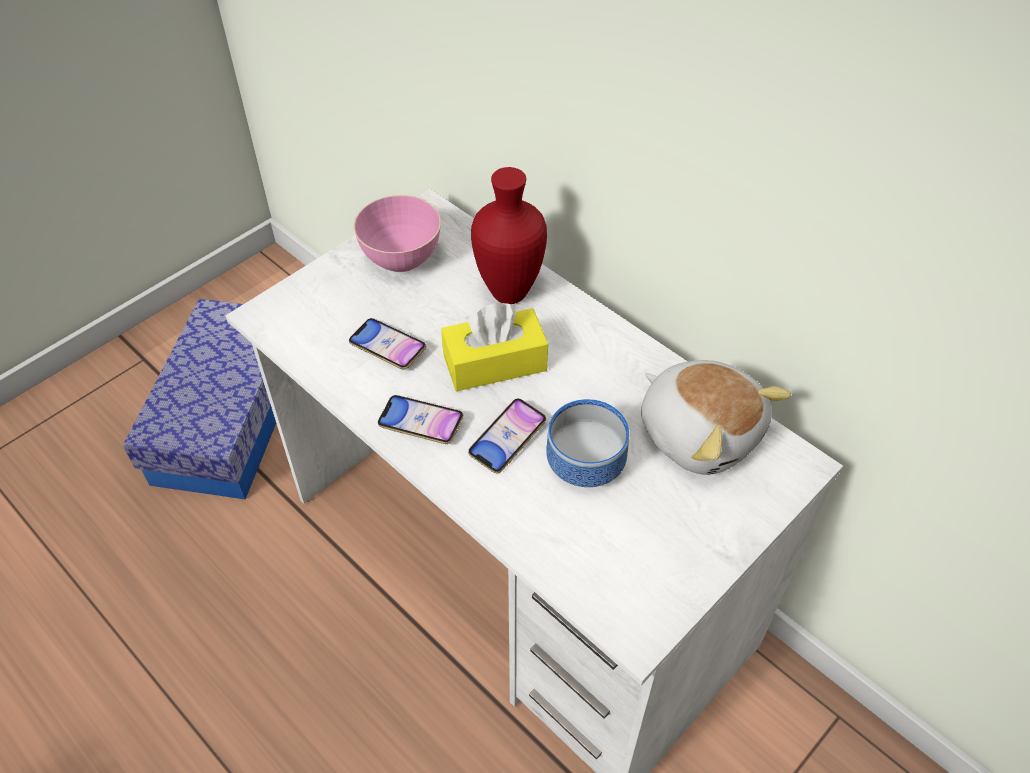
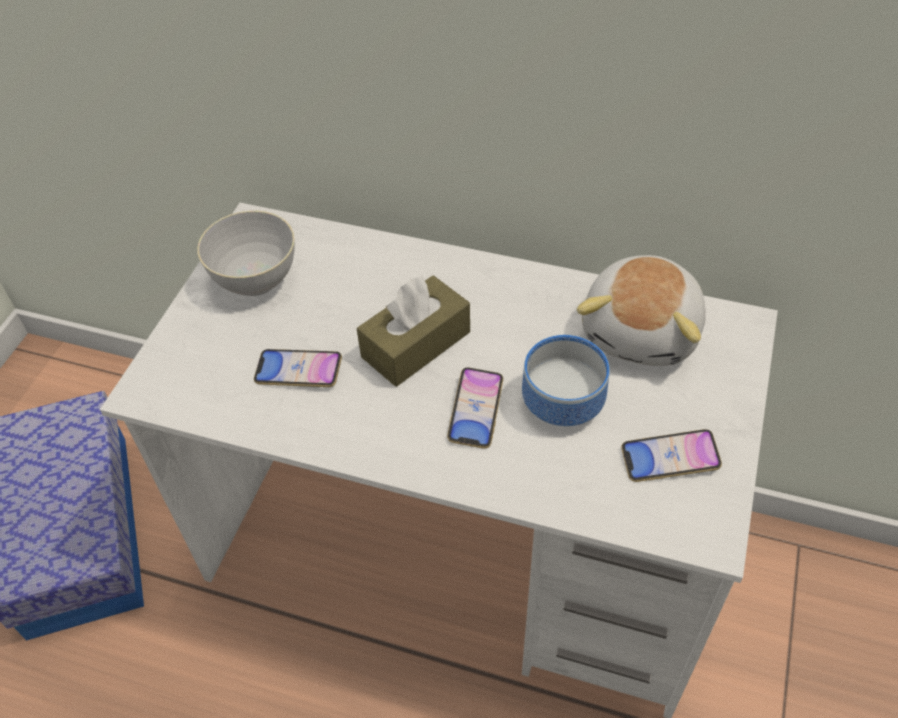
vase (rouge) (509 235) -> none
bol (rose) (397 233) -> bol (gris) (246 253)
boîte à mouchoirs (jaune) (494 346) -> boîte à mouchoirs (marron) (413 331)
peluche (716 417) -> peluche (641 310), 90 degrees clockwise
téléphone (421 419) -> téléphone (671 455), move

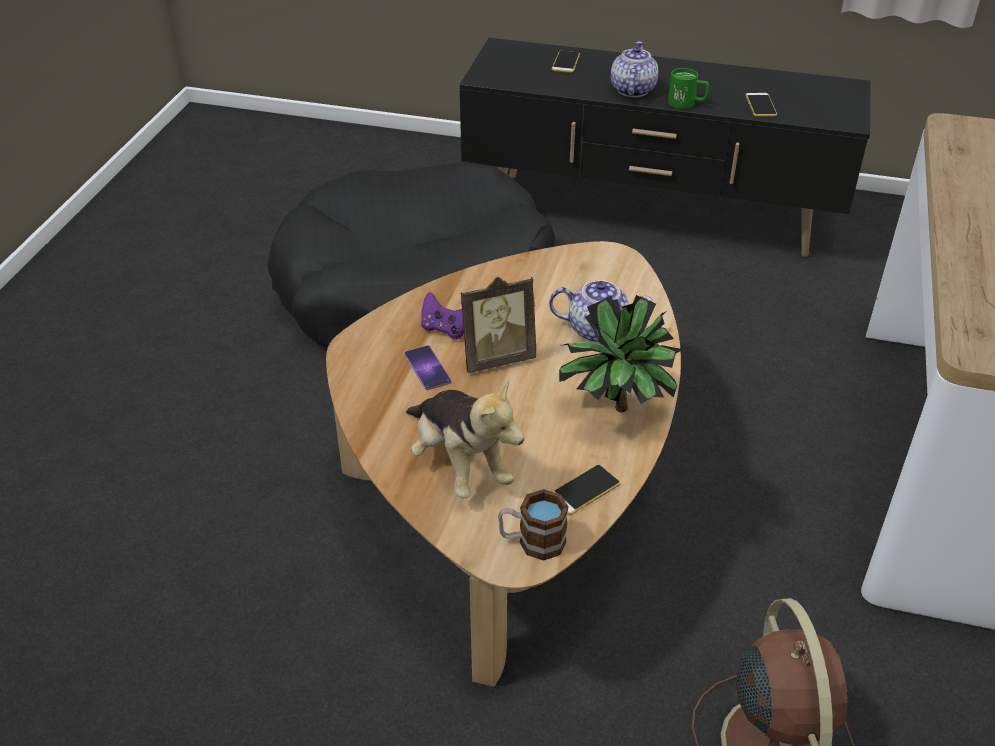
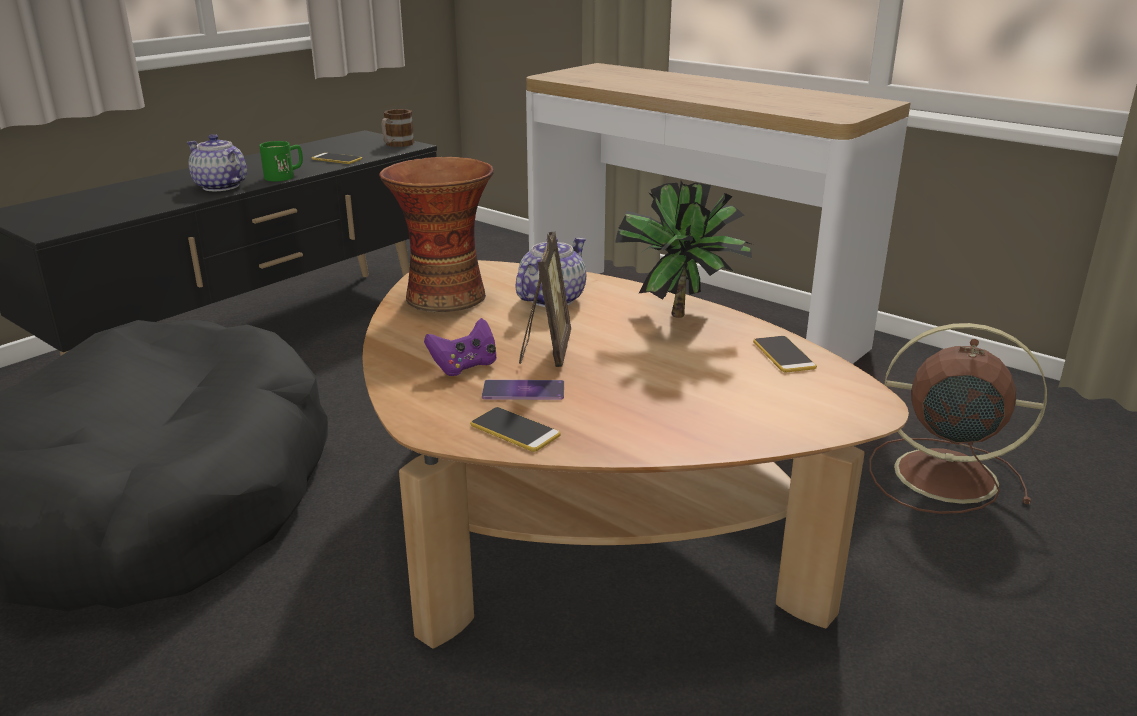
téléphone (566 62) -> téléphone (515 429), move
peluche (465 439) -> none
mug (533 525) -> mug (397 128), move
none -> vase (436 234)

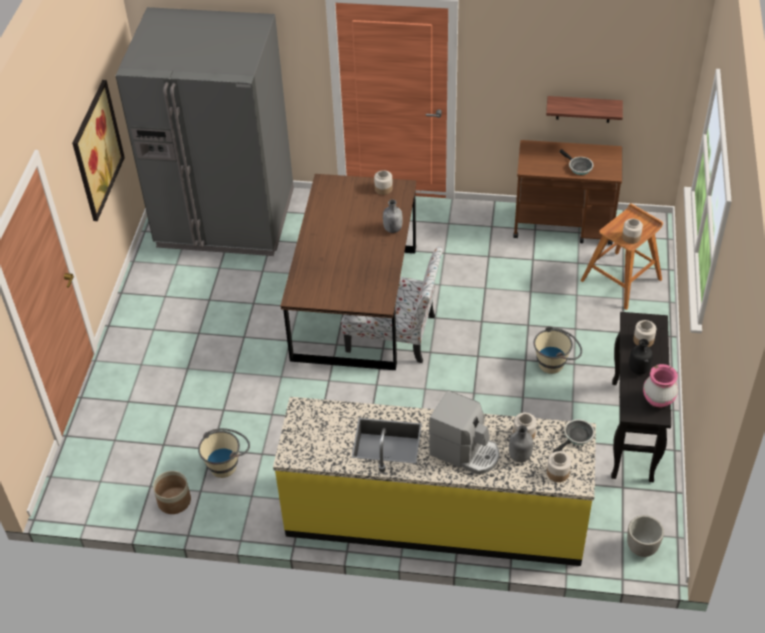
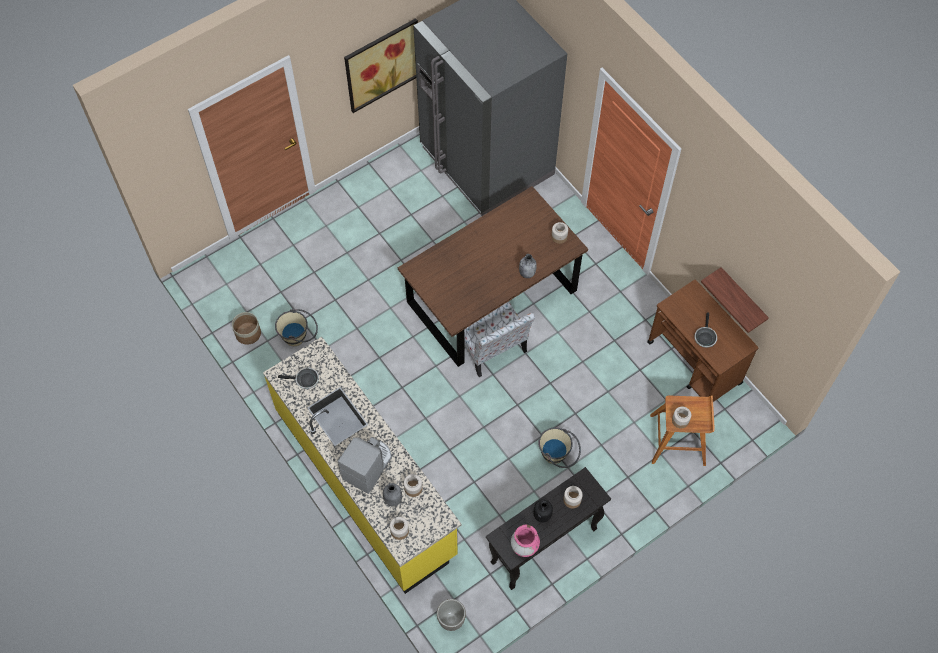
machine à café (464 432) -> machine à café (365 465), 135 degrees counterclockwise
poêle (574 435) -> poêle (298 378), move

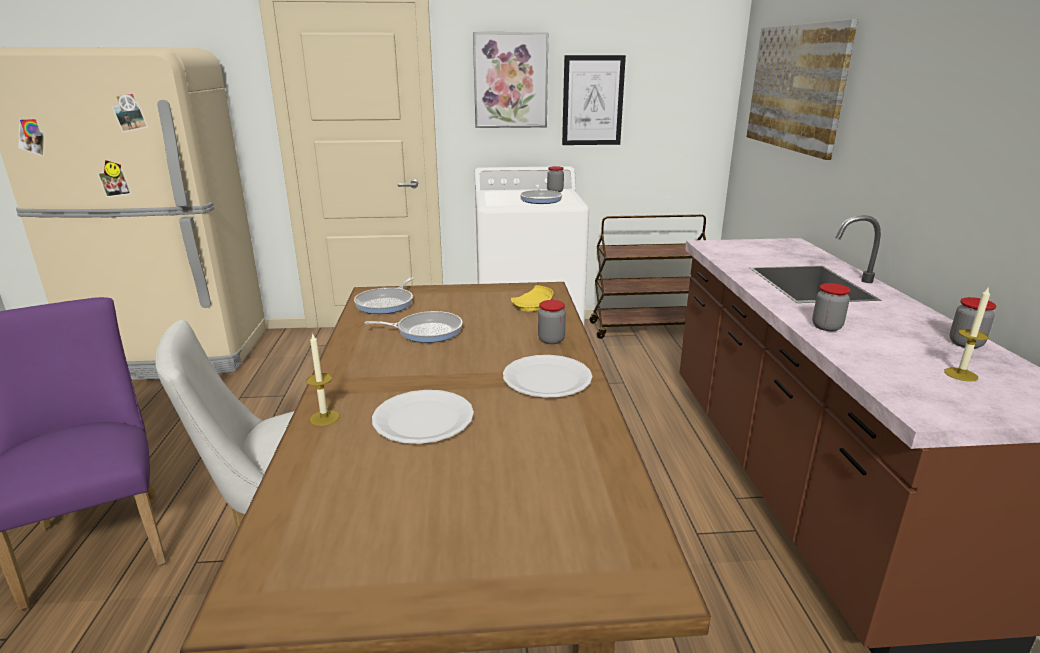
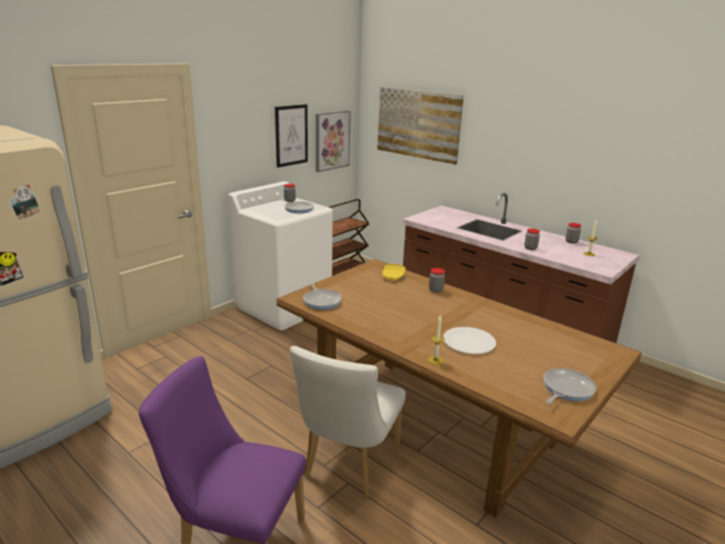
tableau (510 80) -> tableau (333 141), move
poêle (414 327) -> poêle (569 386), move
assiette (blanc) (547 376) -> none

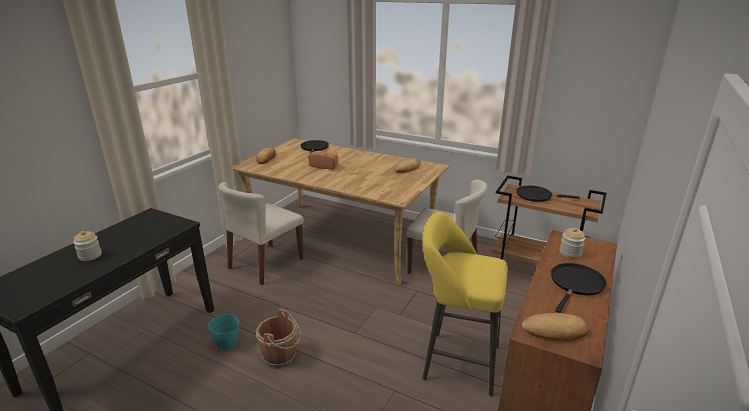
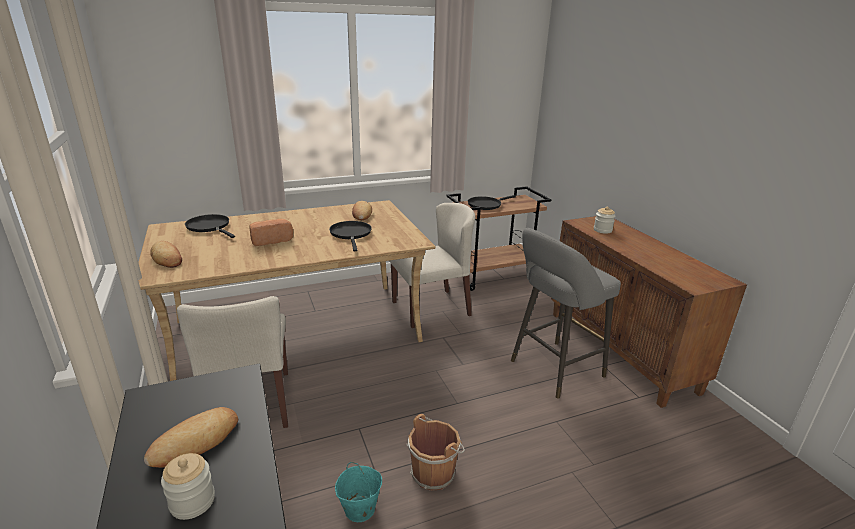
tabouret (jaune) (465 304) -> tabouret (gris) (566 313)
poêle (noir) (579 288) -> poêle (noir) (350 236), move
pain (556 327) -> pain (191 437), move

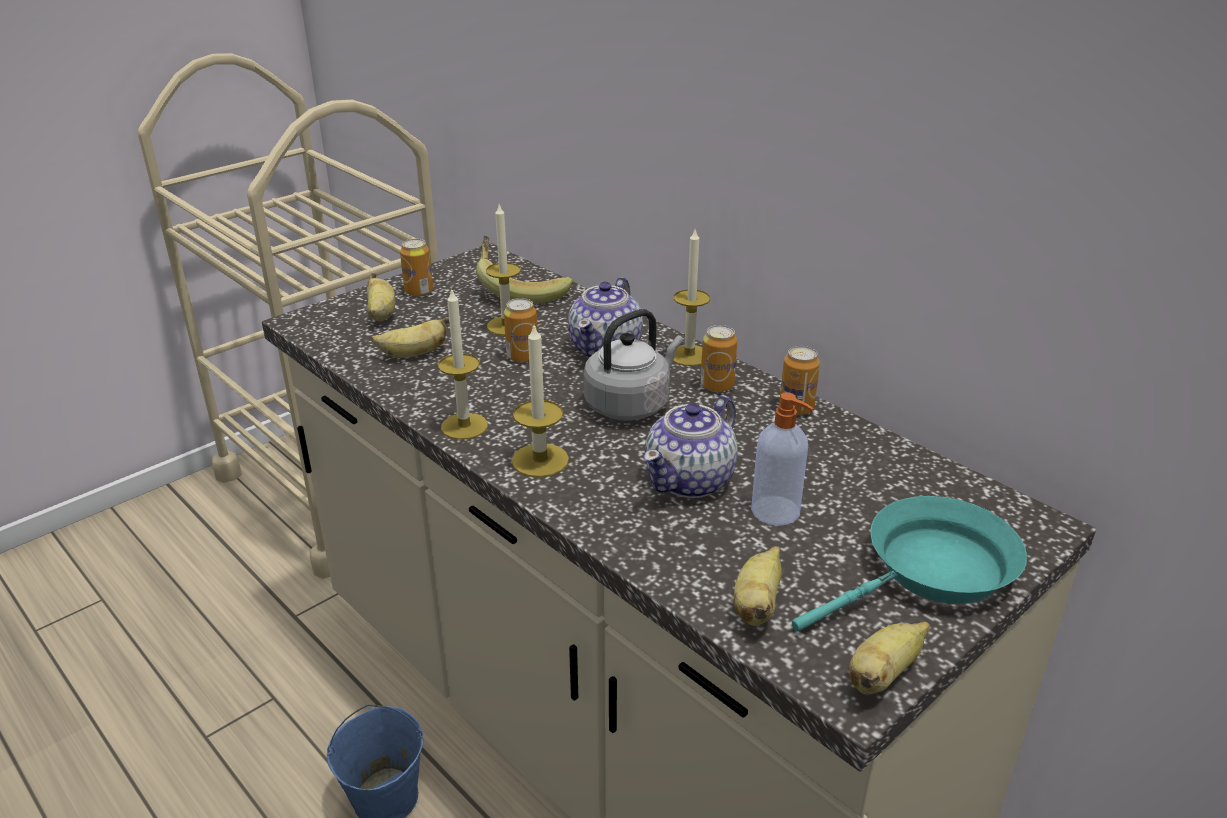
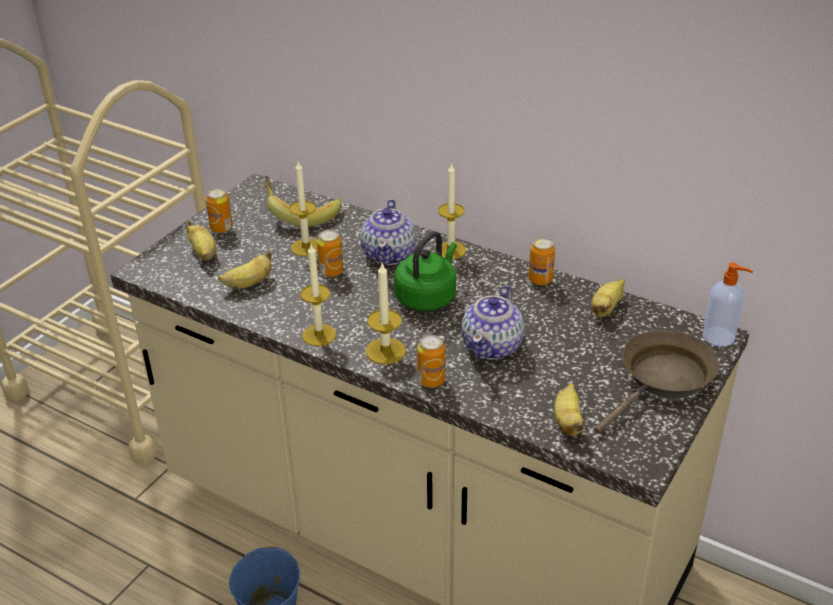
bouilloire (gris) (633 365) -> bouilloire (vert) (425 271)
boîte métallique (718 358) -> boîte métallique (431 361), move
distributeur de savon (782 459) -> distributeur de savon (728 305), move
poêle (turquoise) (909 564) -> poêle (marron) (656 382)
banane (889 658) -> banane (608 298), move

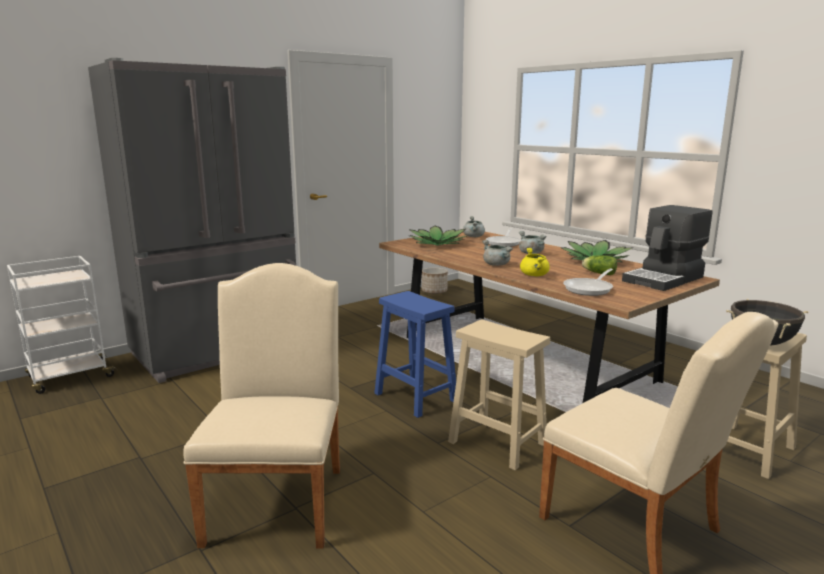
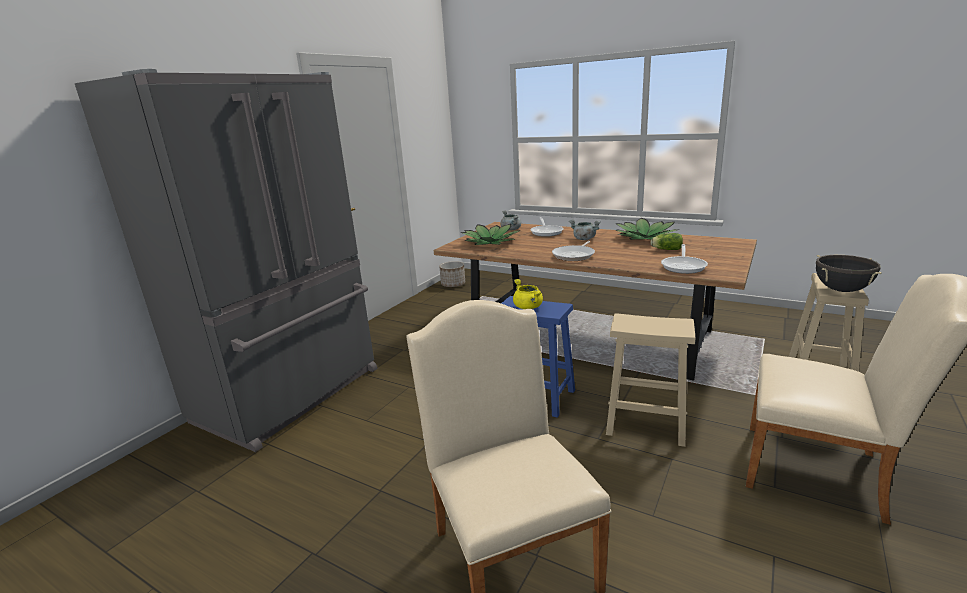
machine à café (667 248) -> none
marmite (gris) (497 253) -> poêle (573 251)
marmite (jaune) (535 262) -> marmite (jaune) (528 294), move
chariot (blanc) (62 325) -> none

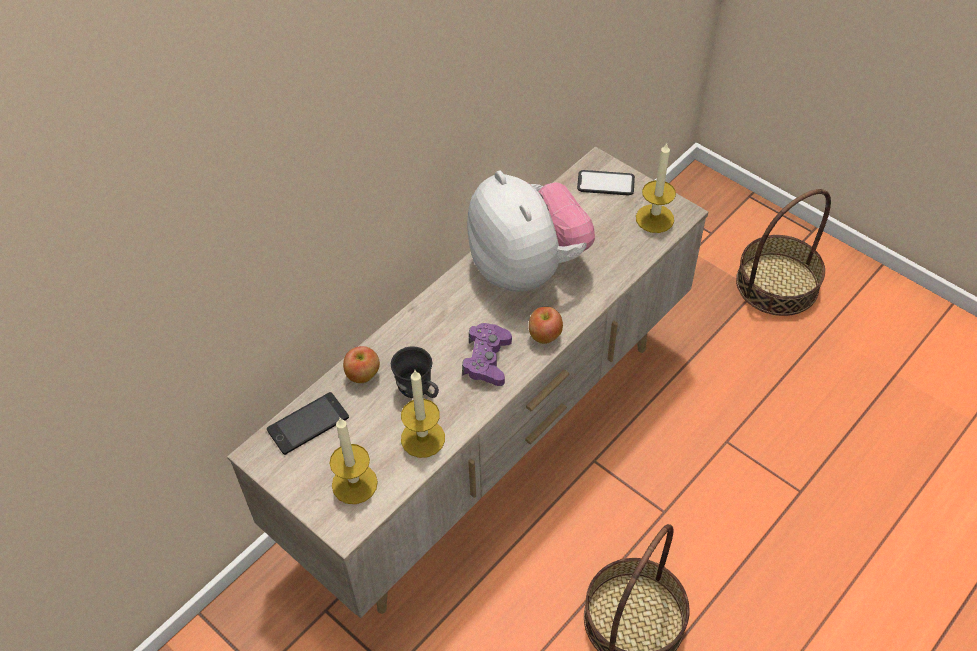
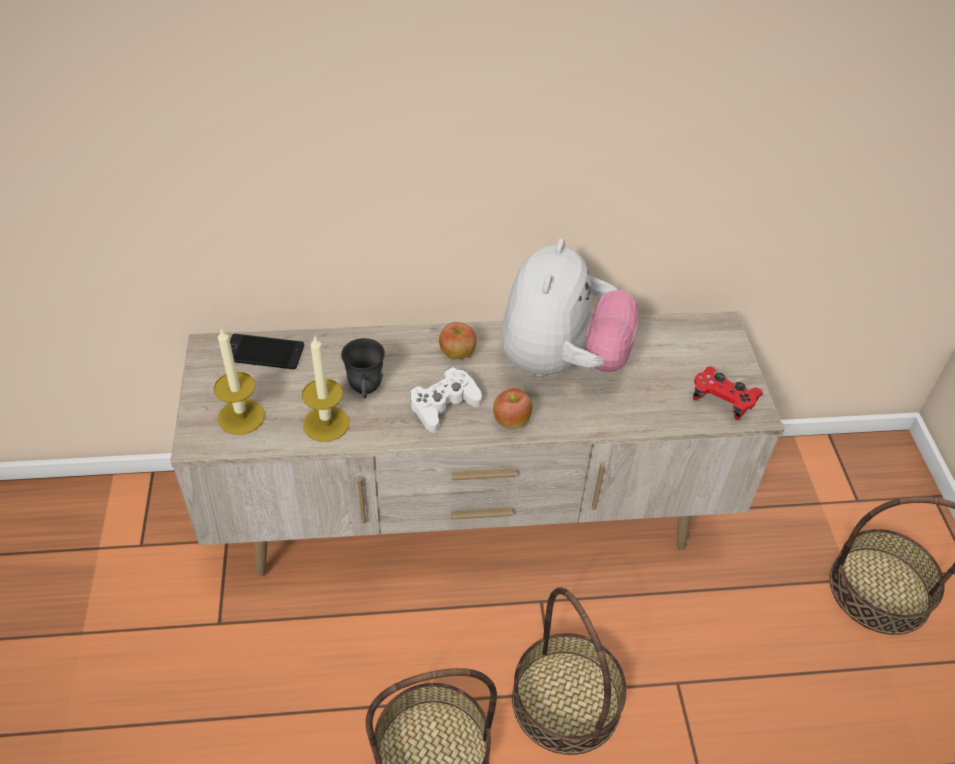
bougie (656 187) -> manette (rouge) (728 393)
téléphone (606 182) -> none
manette (violet) (487 354) -> manette (blanc) (446 400)
pomme (361 364) -> pomme (457 340), move
none -> panier (569 671)

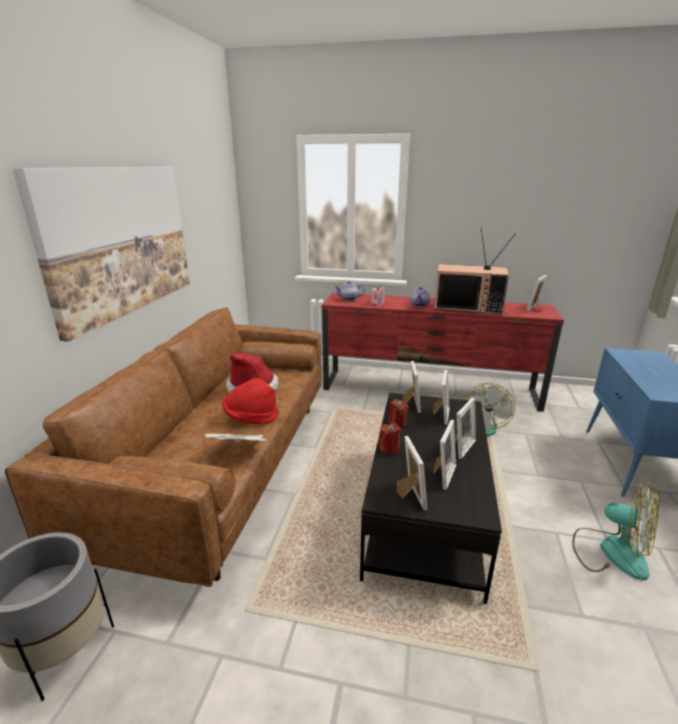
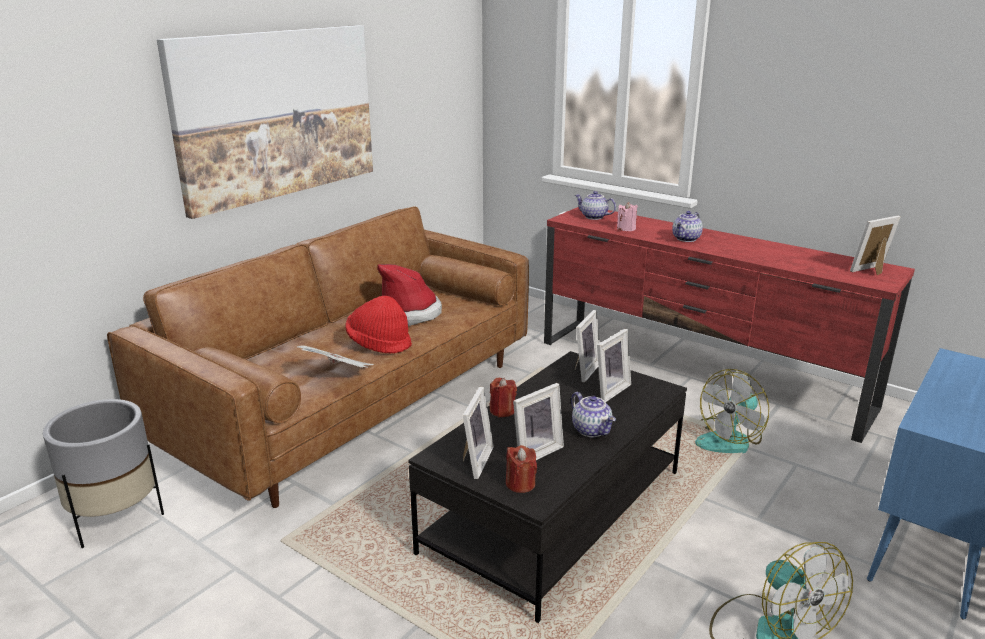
téléviseur (474 271) -> none
cadre photo (465 428) -> théière (593 414)
bougie (rouge) (398 413) -> bougie (rouge) (521 469), move

